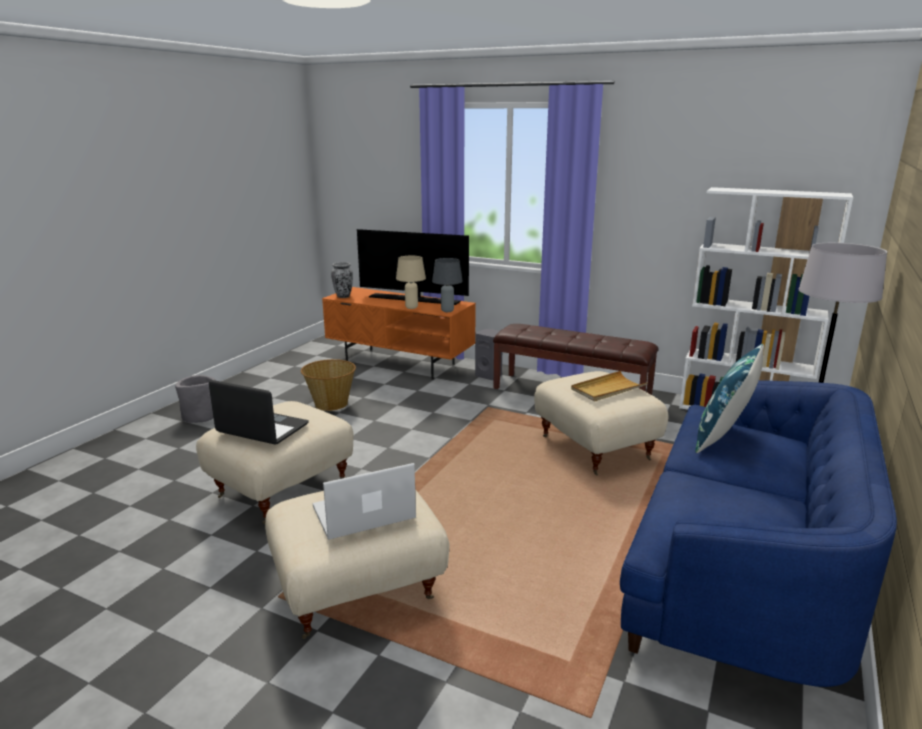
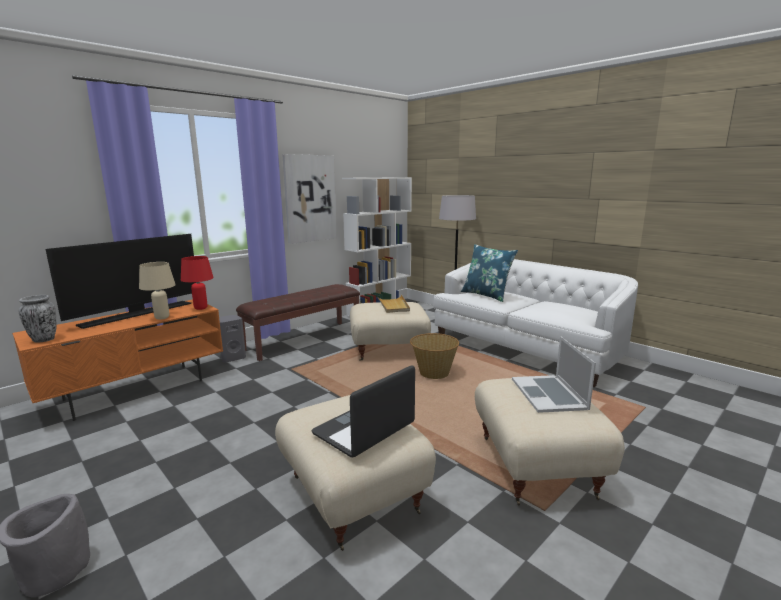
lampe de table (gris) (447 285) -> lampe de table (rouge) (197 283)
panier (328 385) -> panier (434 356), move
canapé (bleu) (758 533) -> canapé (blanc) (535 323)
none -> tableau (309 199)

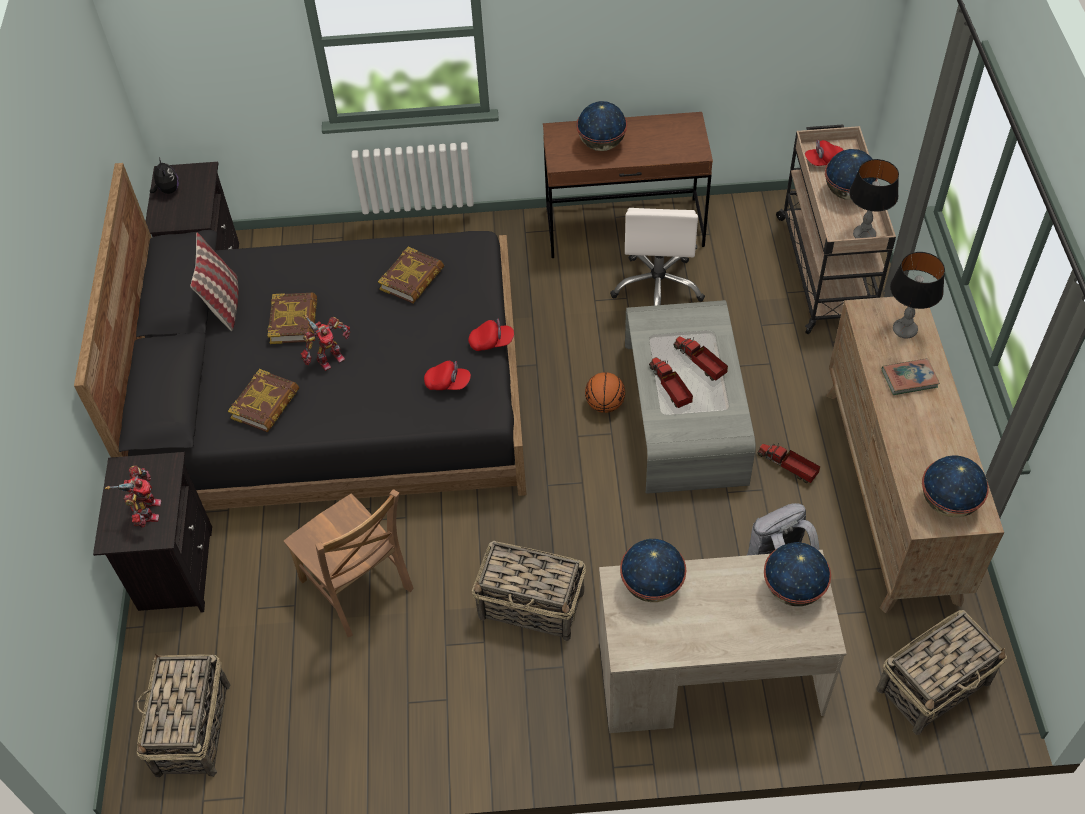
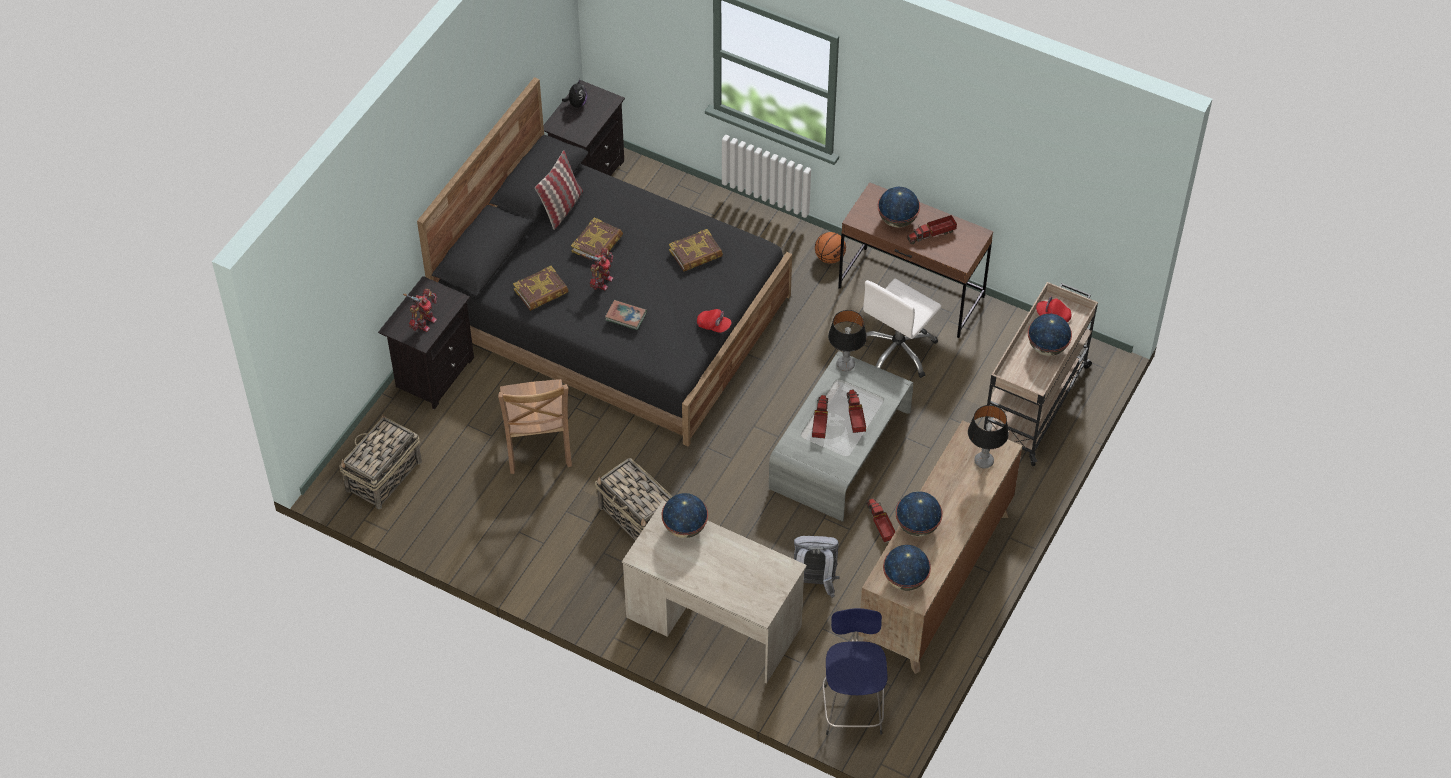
lampe de table (874 198) -> lampe de table (847 340), move
robot jouet (325 343) -> robot jouet (598 269), 60 degrees counterclockwise
livre (911 376) -> livre (626 315), move
casquette (rouge) (447 375) -> none
ballon de basket (605 392) -> ballon de basket (830 248), move
globe (797 574) -> globe (919 514), move
panier (941 672) -> tabouret (bleu) (854 671)
none -> camion jouet (932 229)

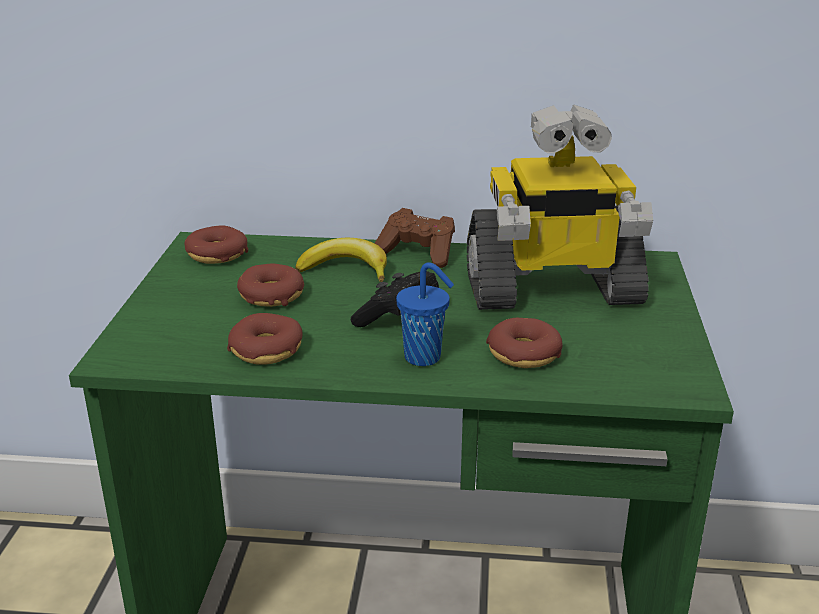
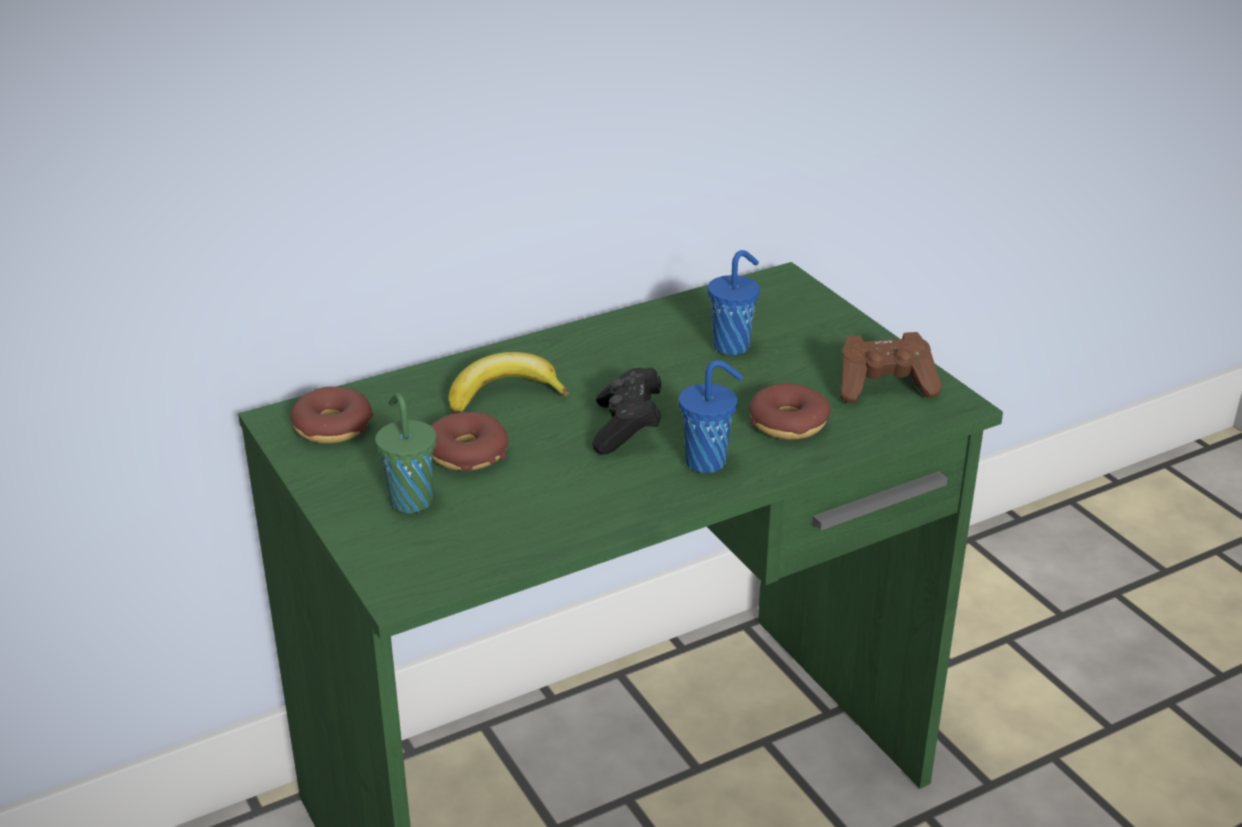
robot jouet (560 207) -> tasse (bleu) (734 302)
manette (marron) (415 238) -> manette (marron) (891 367), move
beignet (265 339) -> none
none -> tasse (vert) (406 453)

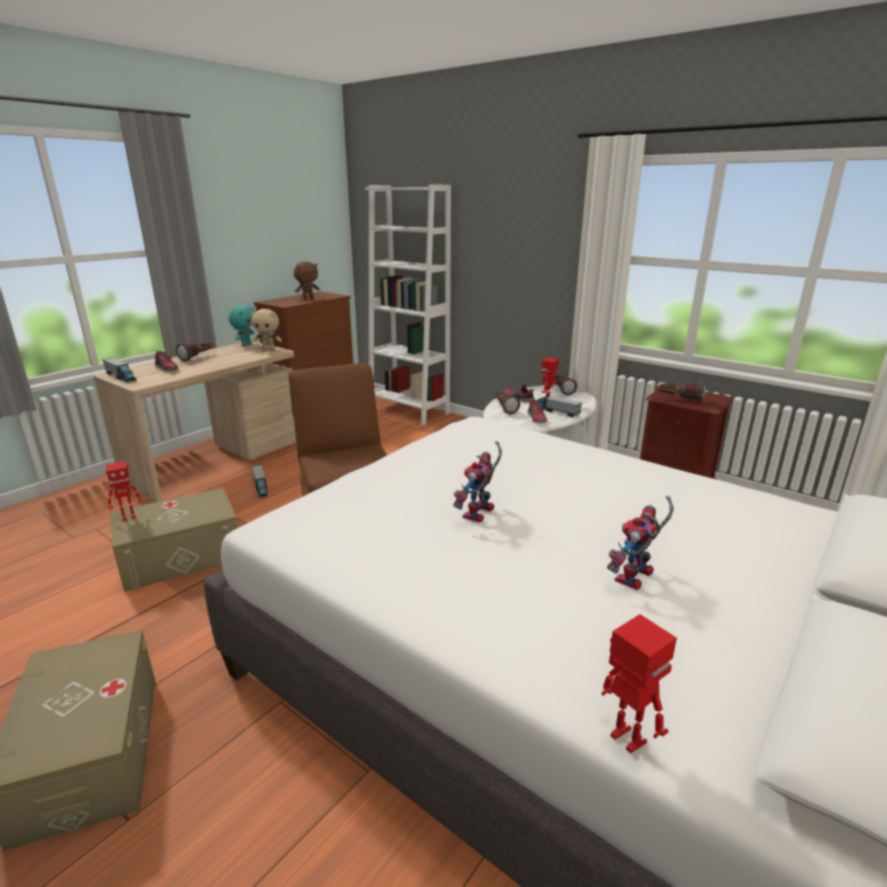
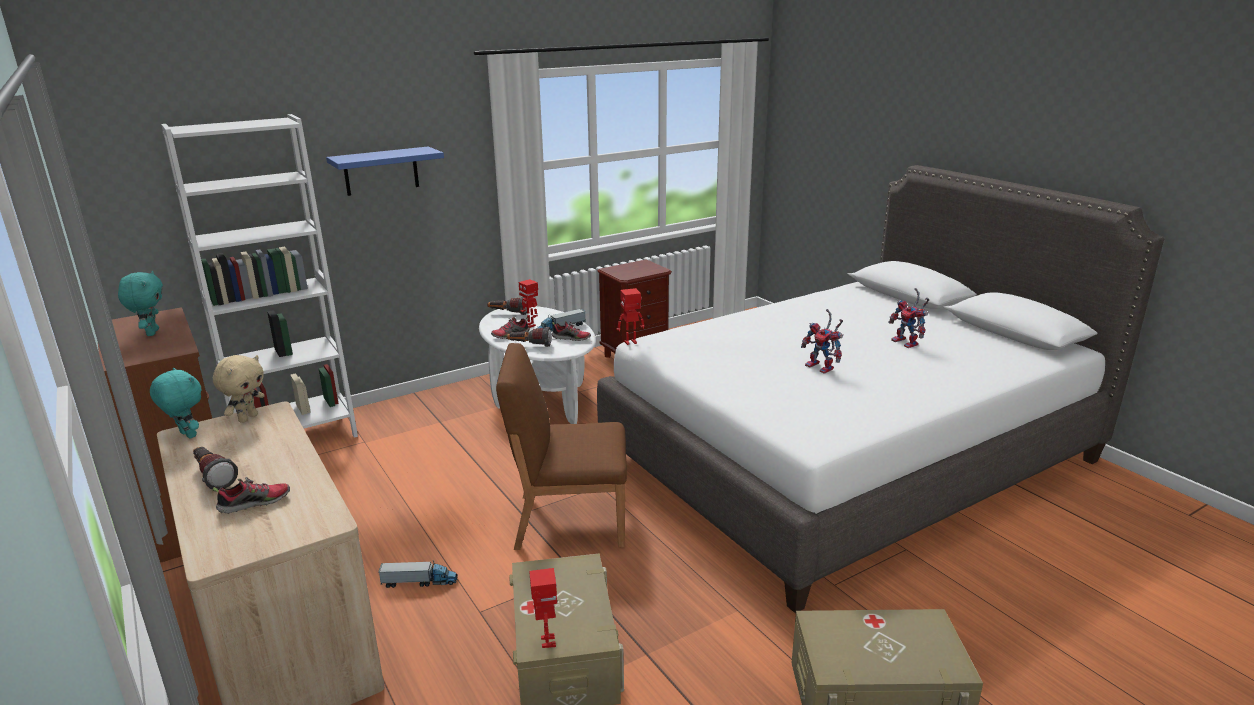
peluche (marron) (307 280) -> peluche (turquoise) (140 303)
camion jouet (120 370) -> none
lampe de poche (680 391) -> none
robot jouet (639 684) -> robot jouet (630 316), move
none -> étagère (bleu) (385 171)

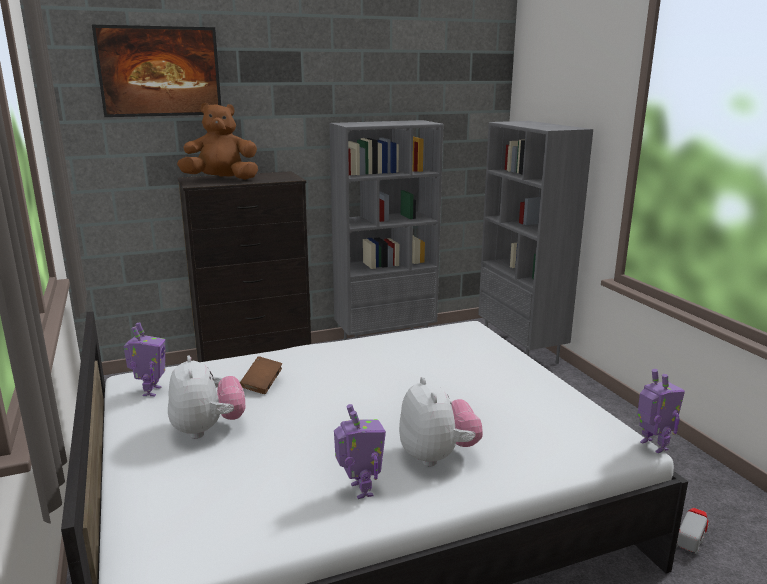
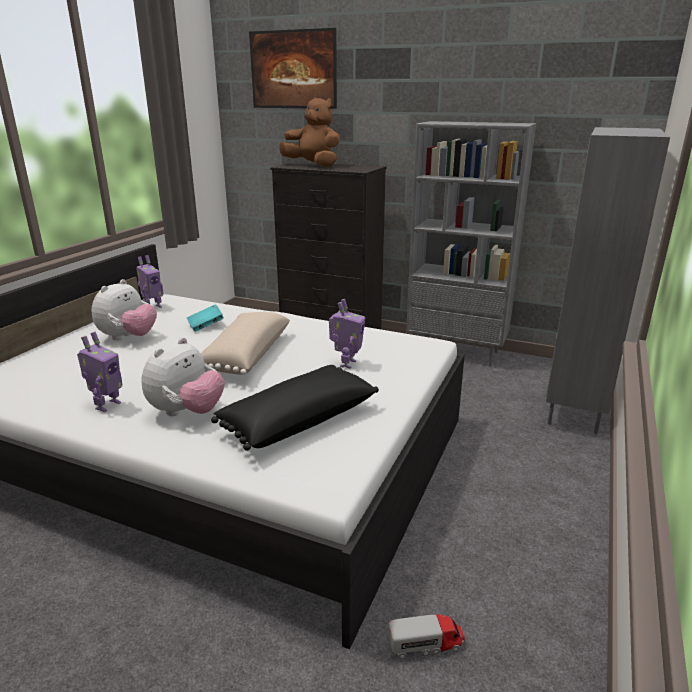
livre (marron) (261 375) -> livre (turquoise) (205 318)
robot jouet (661 411) -> robot jouet (347 334), move
none -> coussin (beige) (245 343)
none -> coussin (noir) (295 408)

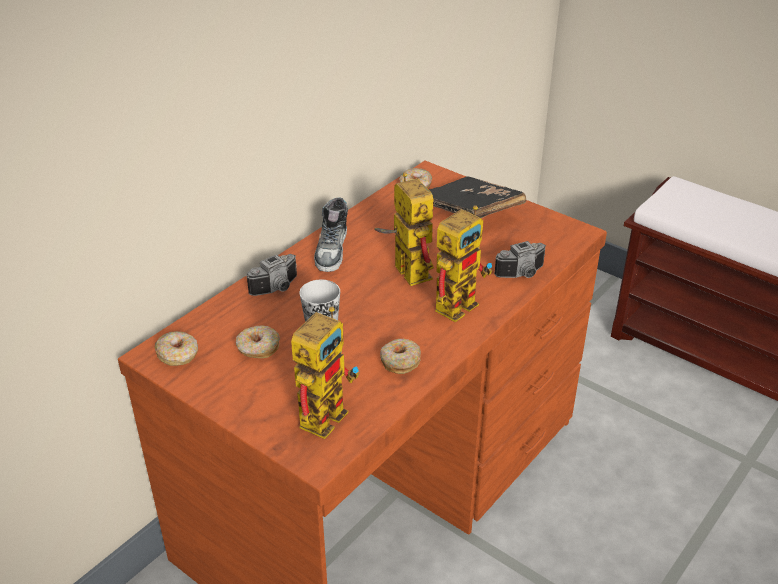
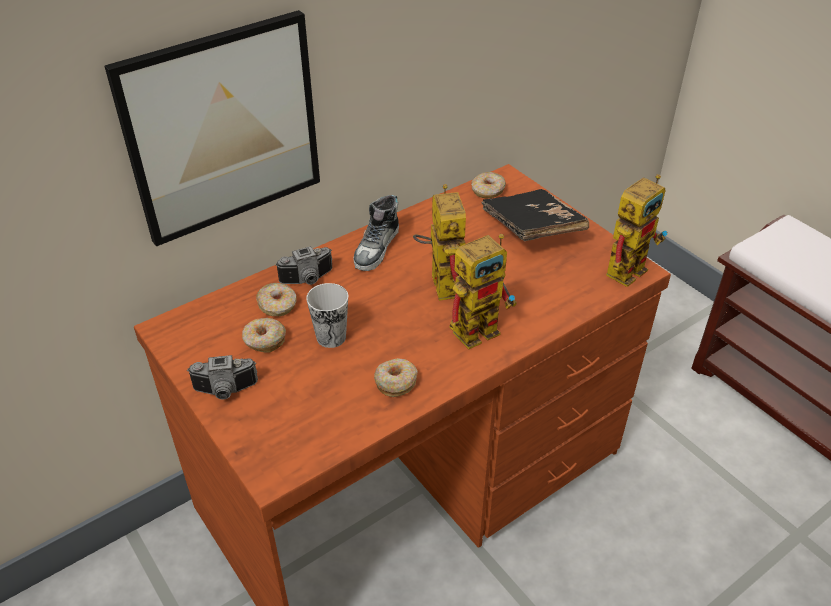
appareil photo (520 259) -> appareil photo (222 377), move
robot jouet (325 373) -> robot jouet (636 230), move
beignet (176 348) -> beignet (276 299), move
none -> tableau (212 128)

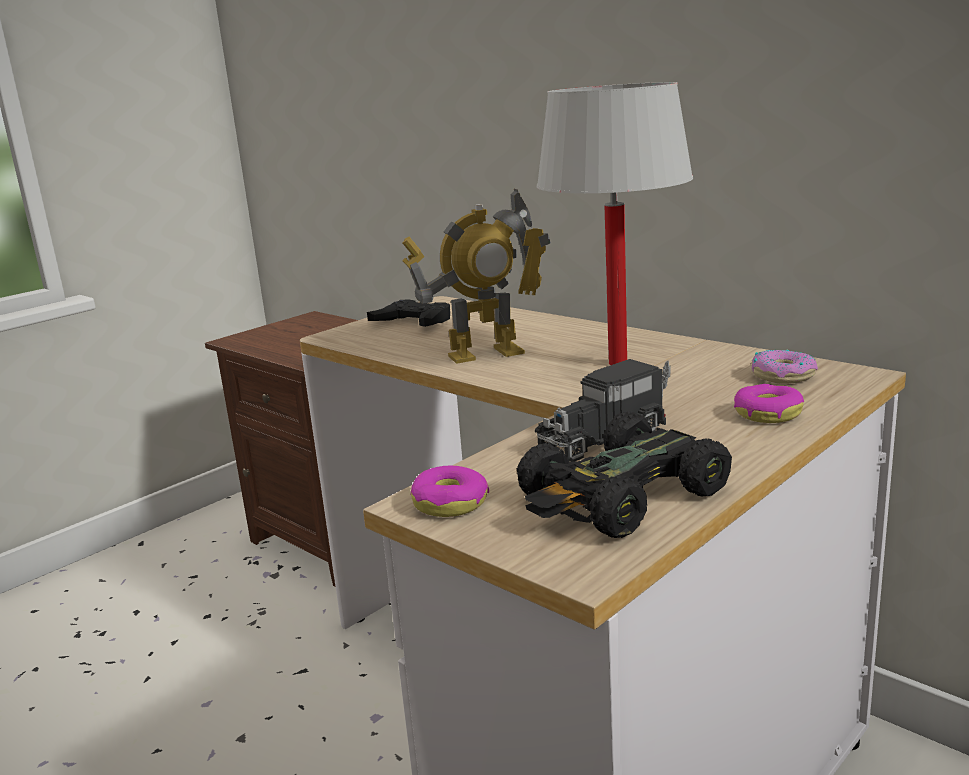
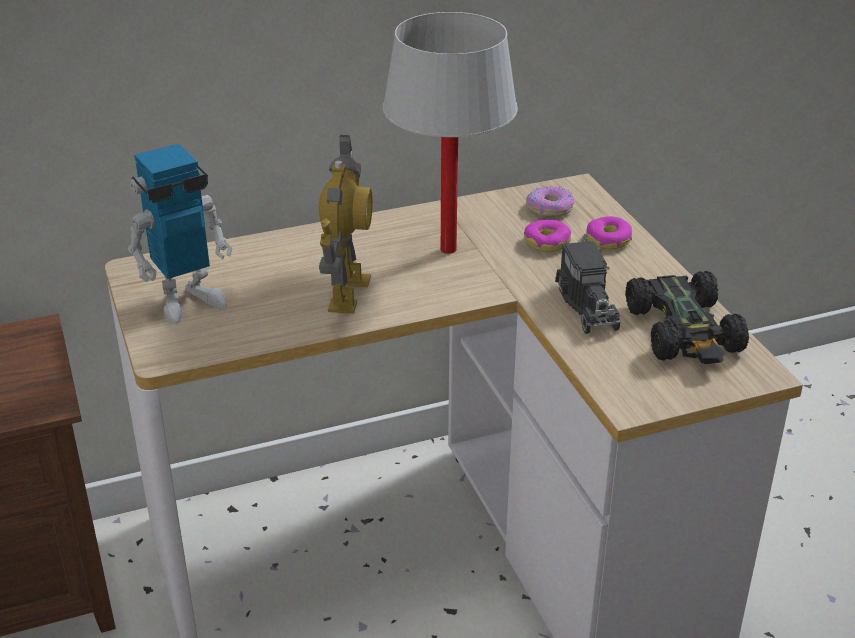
manette (noir) (408 313) -> robot jouet (180 234)
beignet (449 491) -> beignet (547 235), move

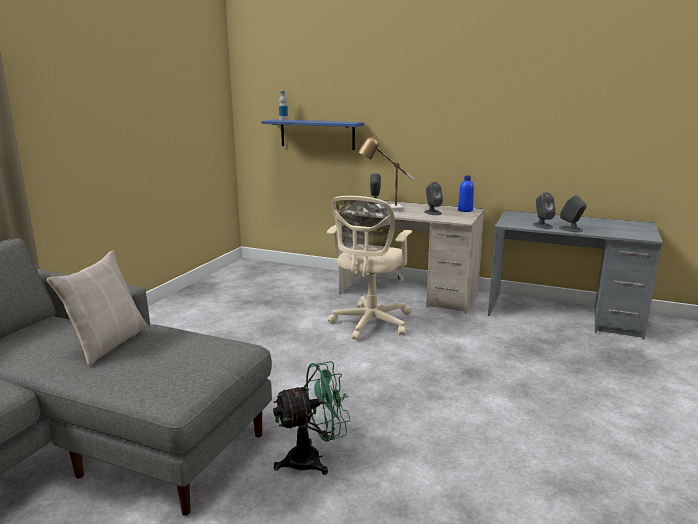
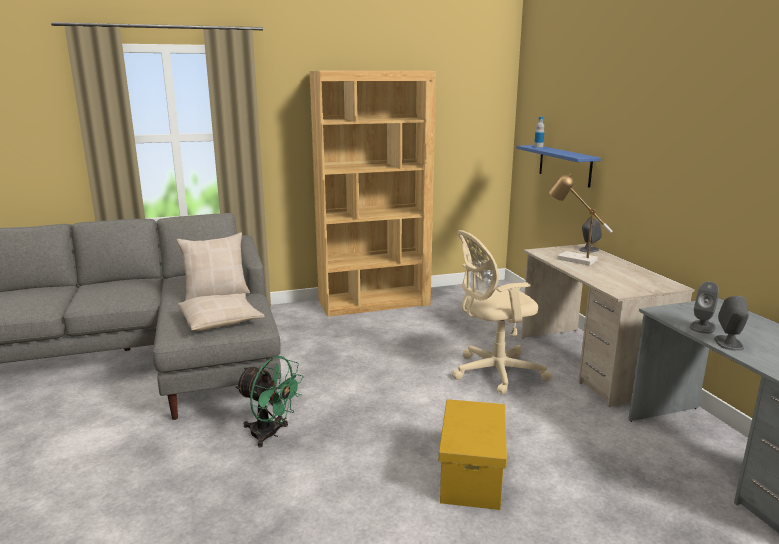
bouteille (bleu) (466 194) -> none
enceinte (gris) (433 198) -> none
none -> bibliothèque (marron) (372 194)
none -> coussin (beige) (221 312)
none -> boîte de rangement (jaune) (473 454)

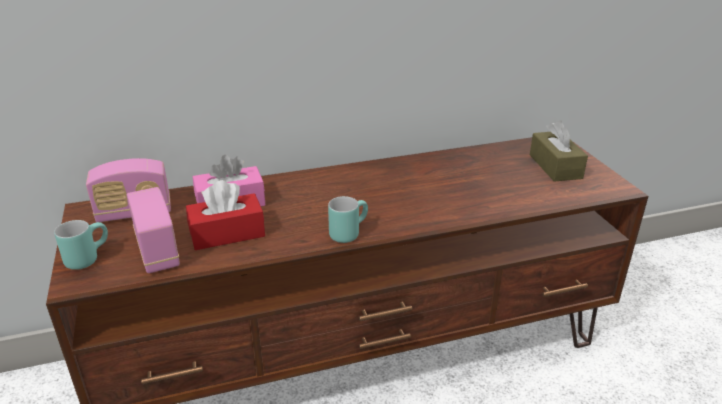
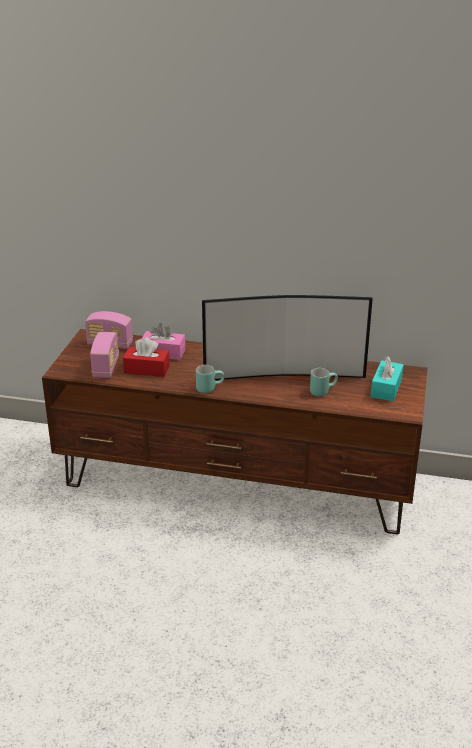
boîte à mouchoirs (marron) (559 151) -> boîte à mouchoirs (turquoise) (387 378)
mug (turquoise) (81 245) -> mug (turquoise) (324 382), move
none -> téléviseur (287 337)

